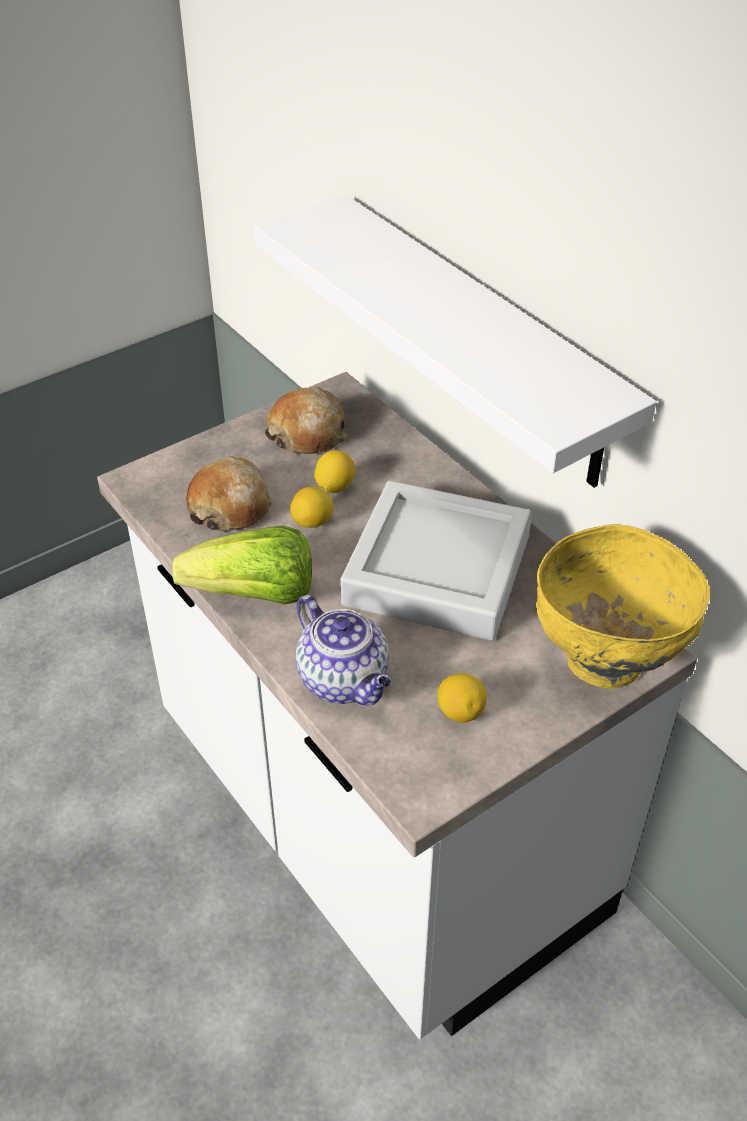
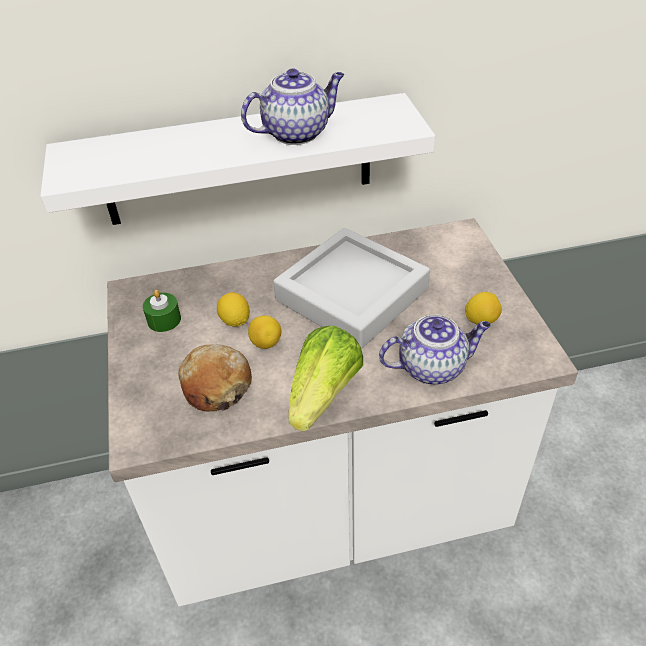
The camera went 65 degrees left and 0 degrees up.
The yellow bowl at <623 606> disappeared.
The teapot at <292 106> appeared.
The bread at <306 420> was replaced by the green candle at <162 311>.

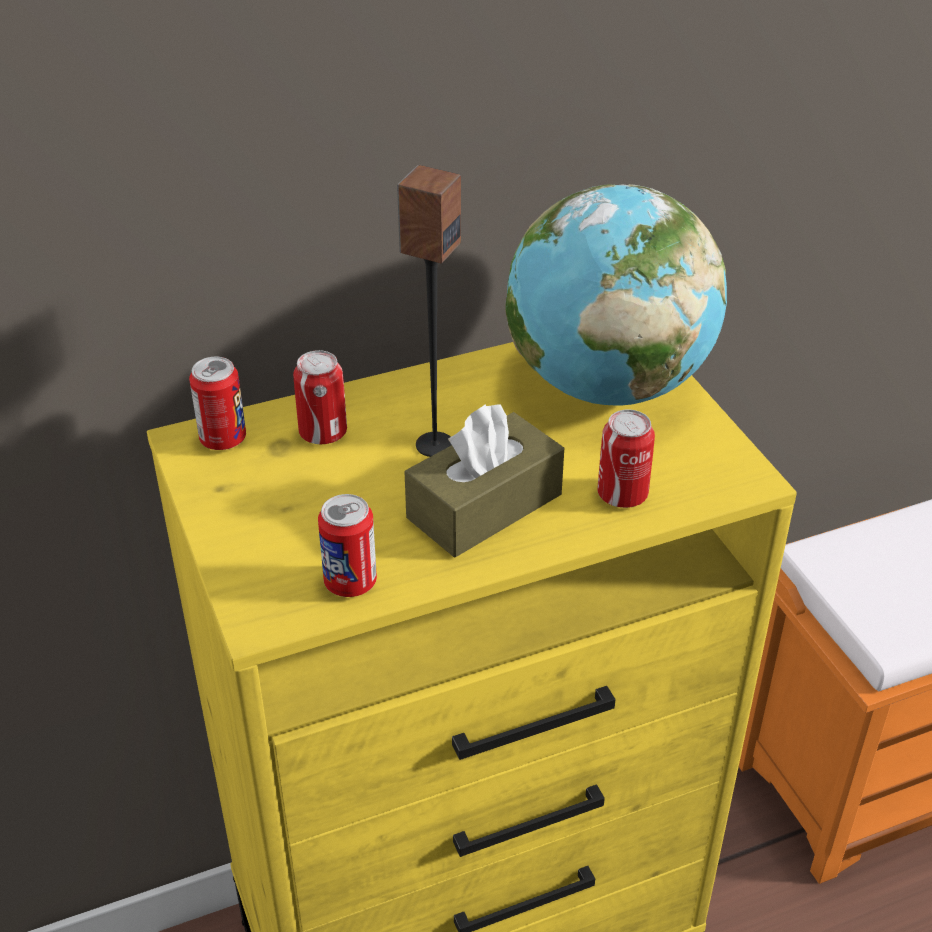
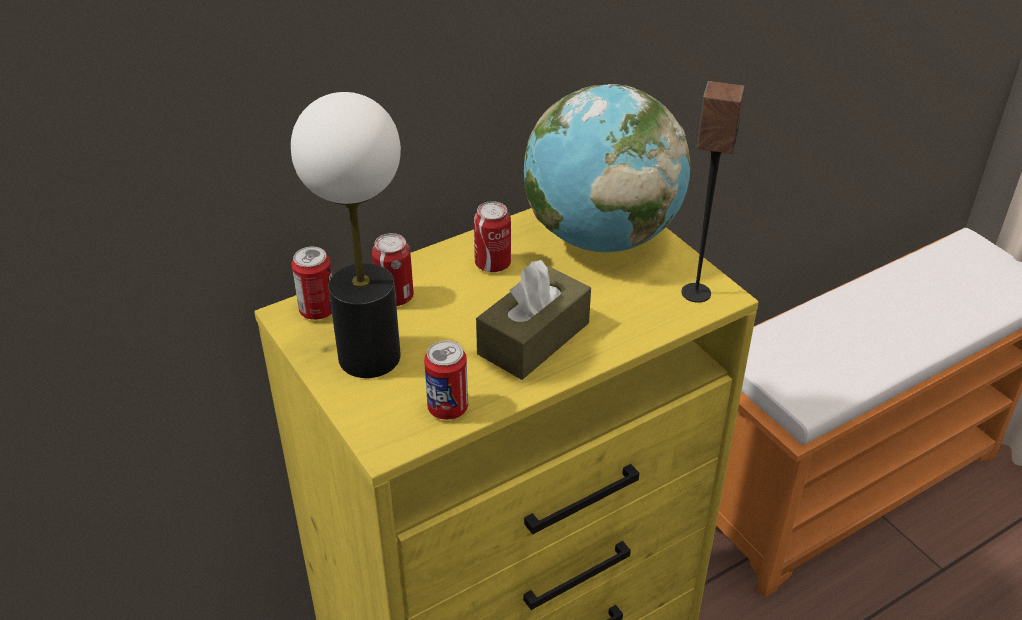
The camera went 10 degrees left and 0 degrees up.
The table lamp at <346 235> appeared.
The speaker moved from <429 311> to <713 192>.
The can moved from <626 458> to <492 236>.

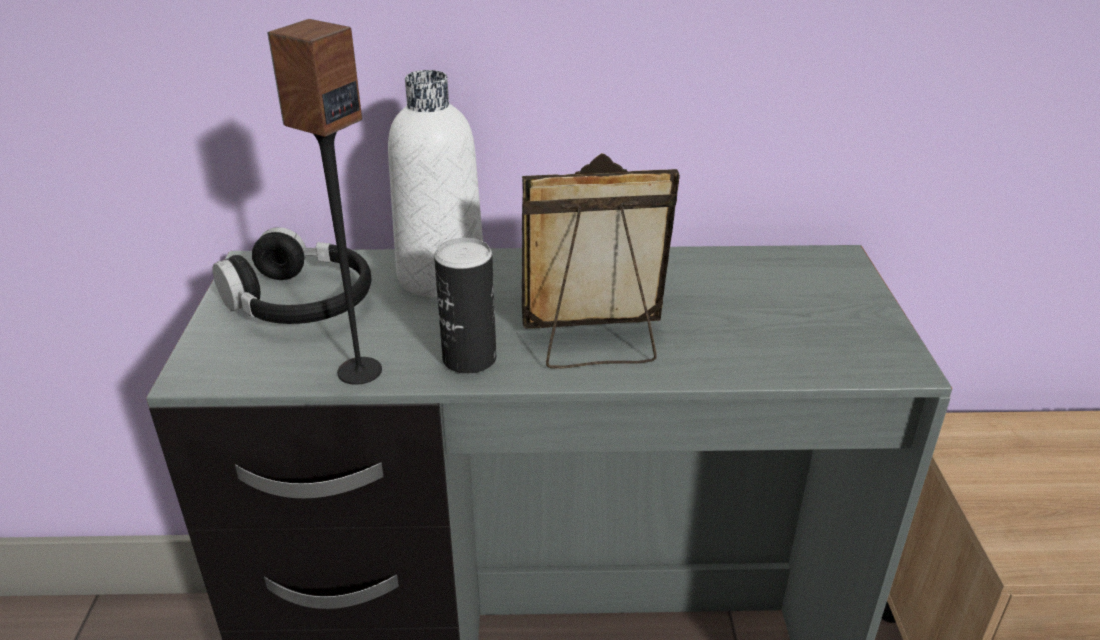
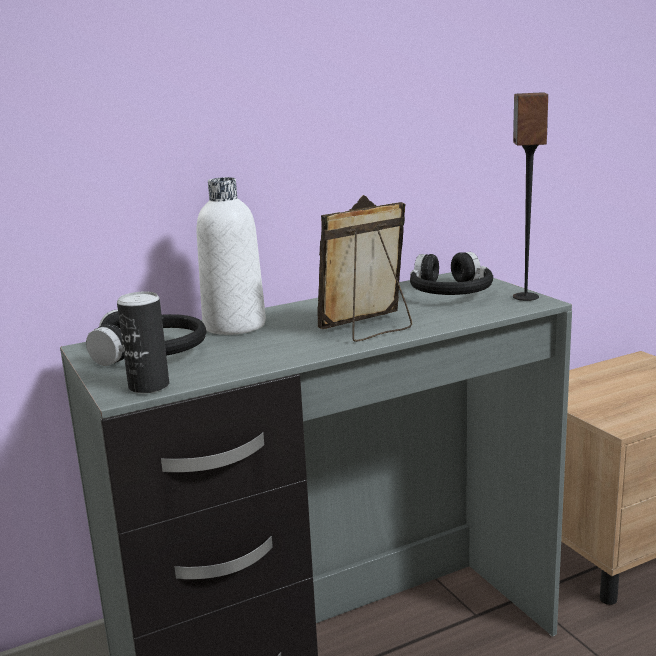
The camera went 25 degrees left and 15 degrees down.
The black headphones at <451 273> appeared.
The speaker moved from <324 202> to <530 196>.
The can moved from <465 306> to <143 342>.

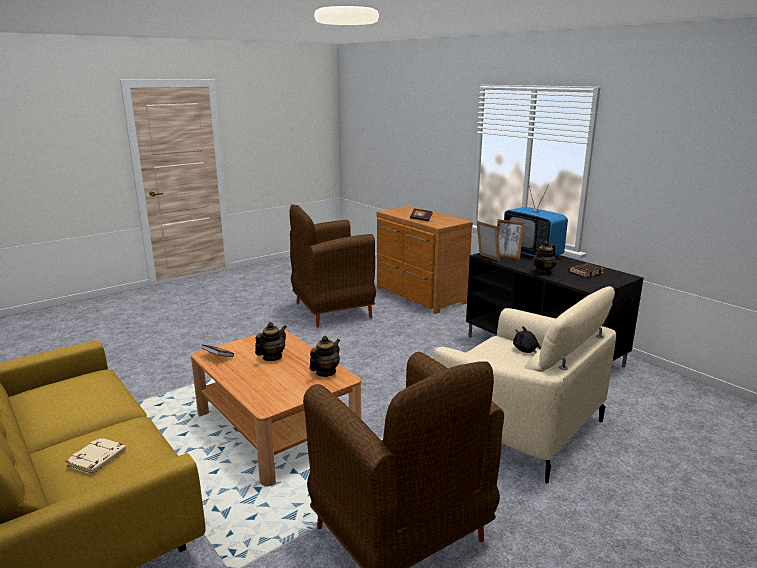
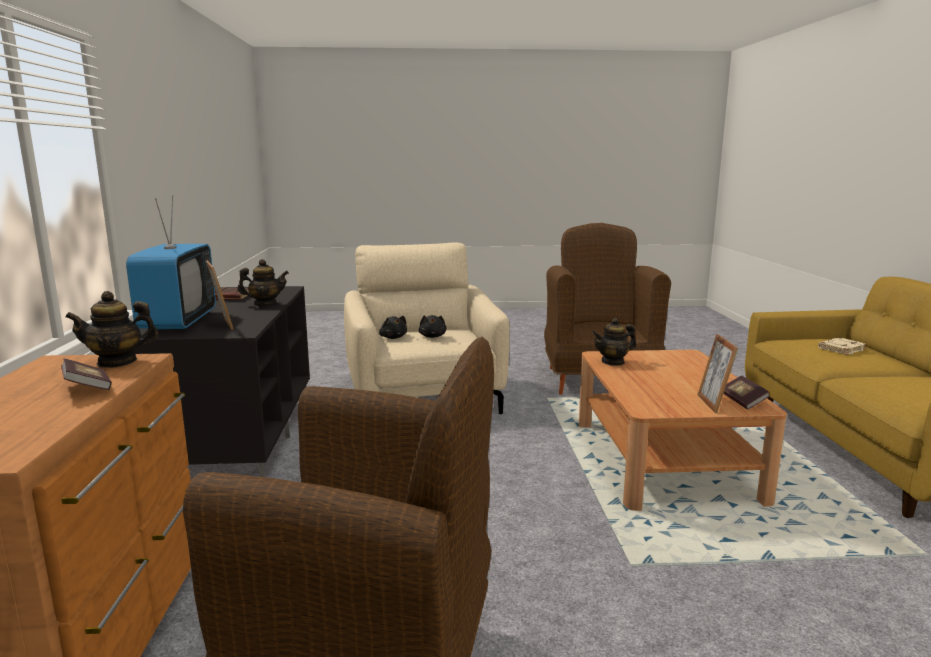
The camera went 145 degrees left and 5 degrees down.
The black plush toy at <433 326> appeared.
The teapot moved from <270 341> to <111 329>.
The picture frame moved from <488 241> to <717 373>.

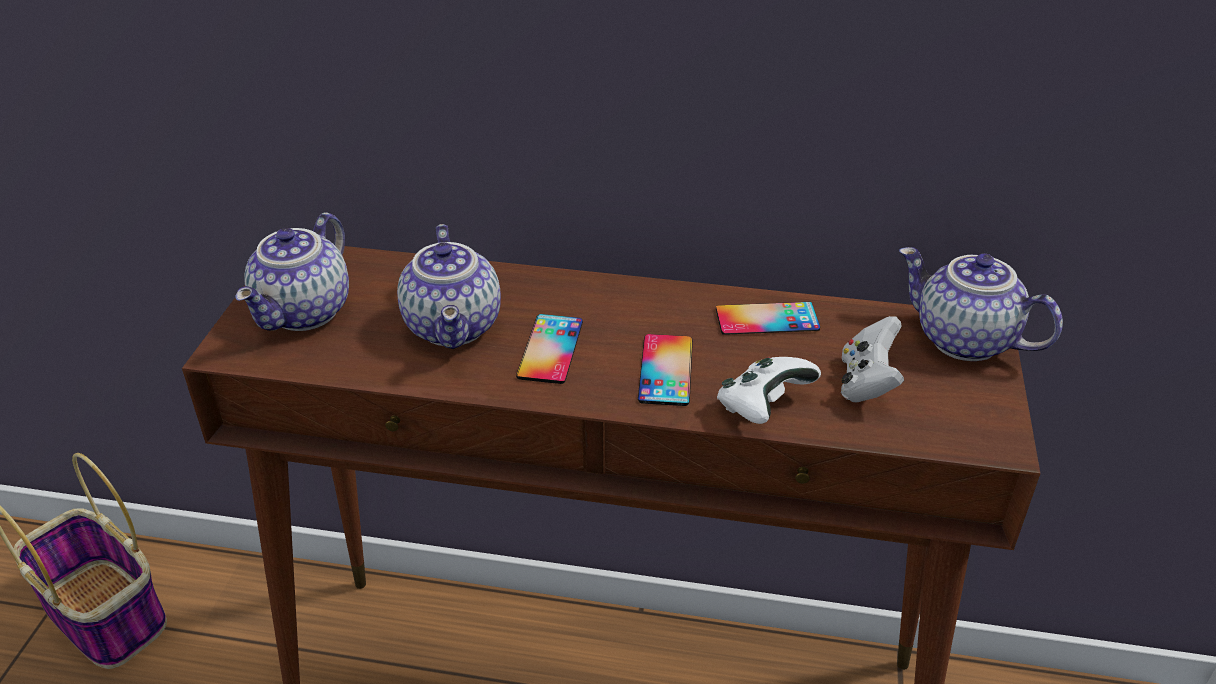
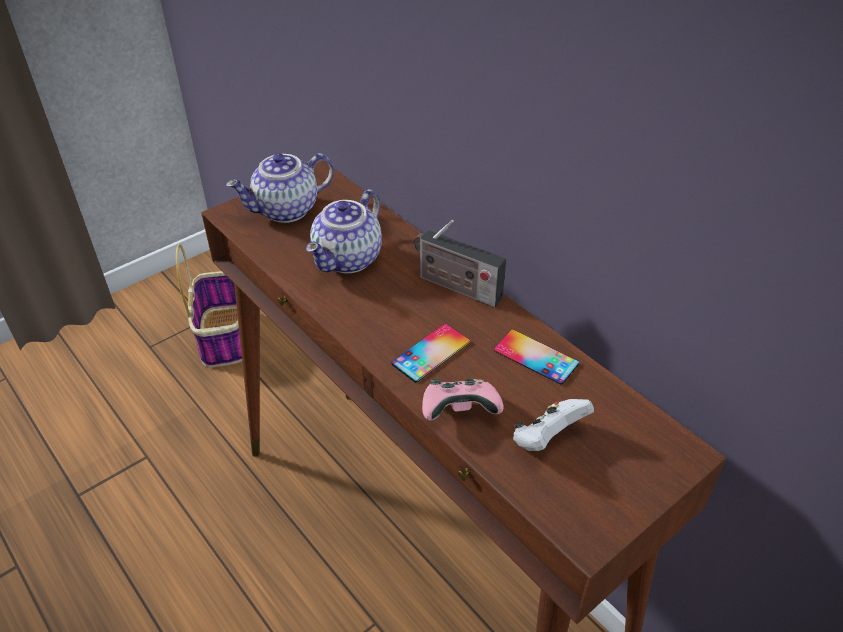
The camera went 40 degrees right and 5 degrees up.
The phone at <549 349> disappeared.
The teapot at <981 304> disappeared.
The radio at <460 263> appeared.
The white game controller at <769 390> became the pink game controller at <463 399>.

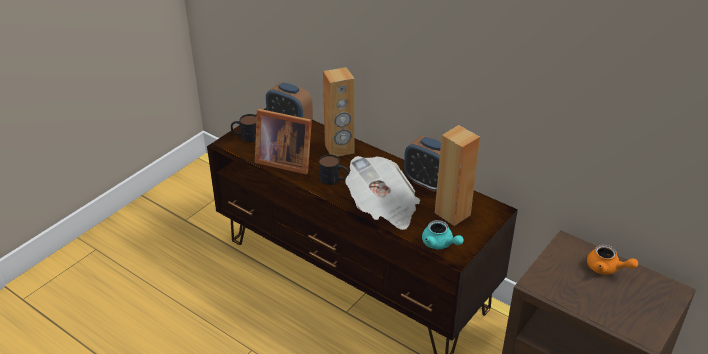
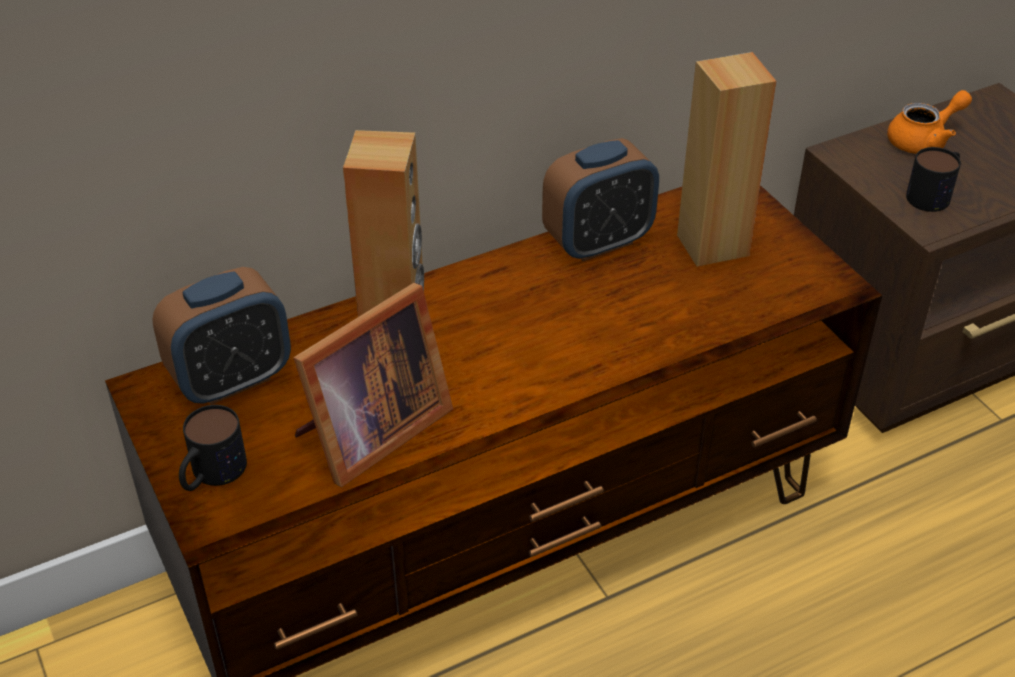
The camera went 65 degrees left and 5 degrees up.
The newspaper at <382 193> disappeared.
The turquoise teapot at <443 234> disappeared.
The mug moved from <334 170> to <933 179>.

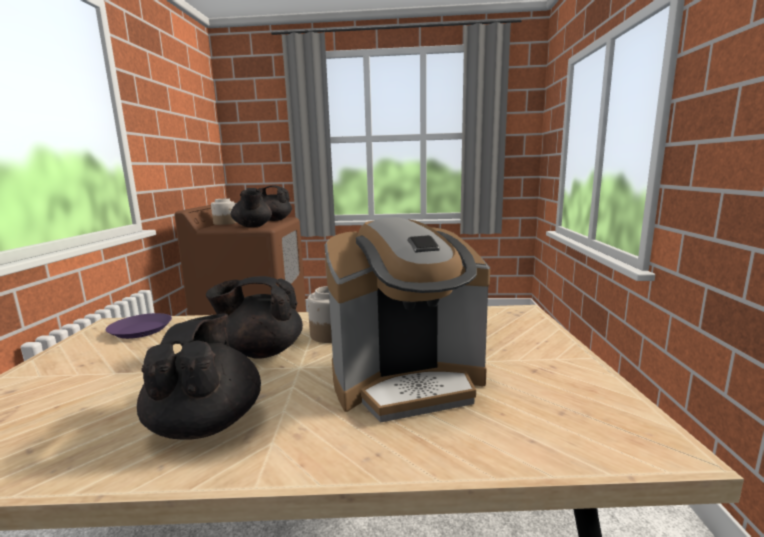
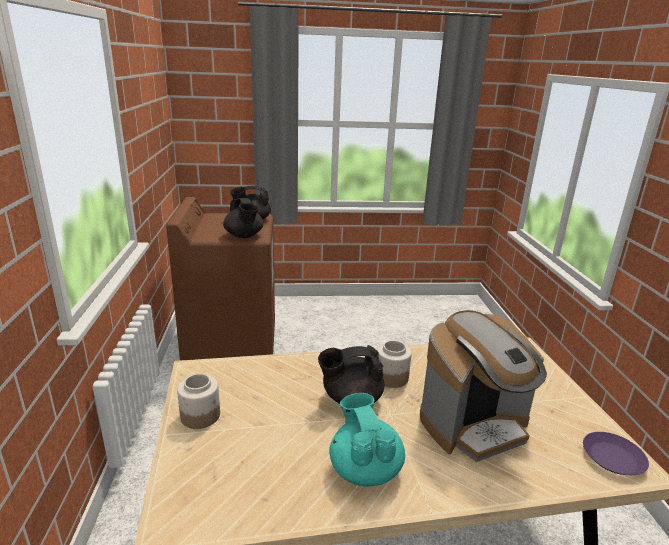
The camera went 10 degrees left and 10 degrees up.
The purple plate moved from <139 326> to <616 453>.
The jar moved from <224 212> to <198 401>.
The black teapot at <199 376> became the turquoise teapot at <367 440>.

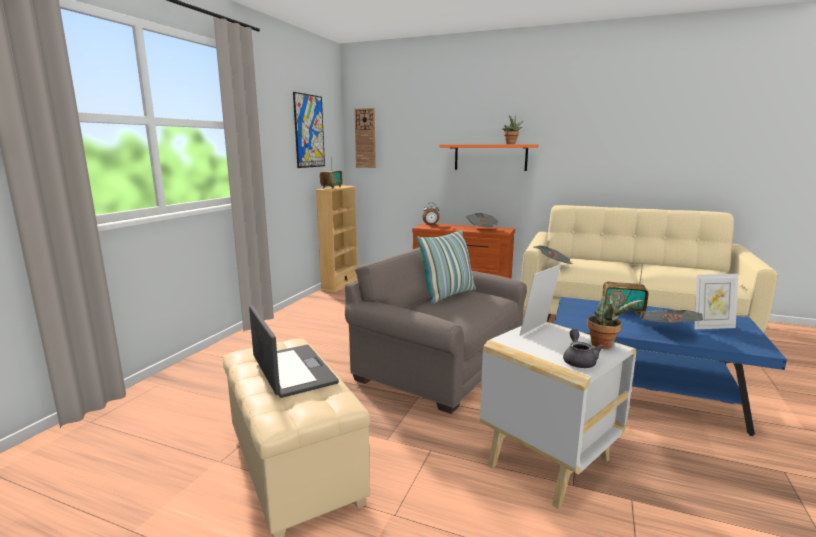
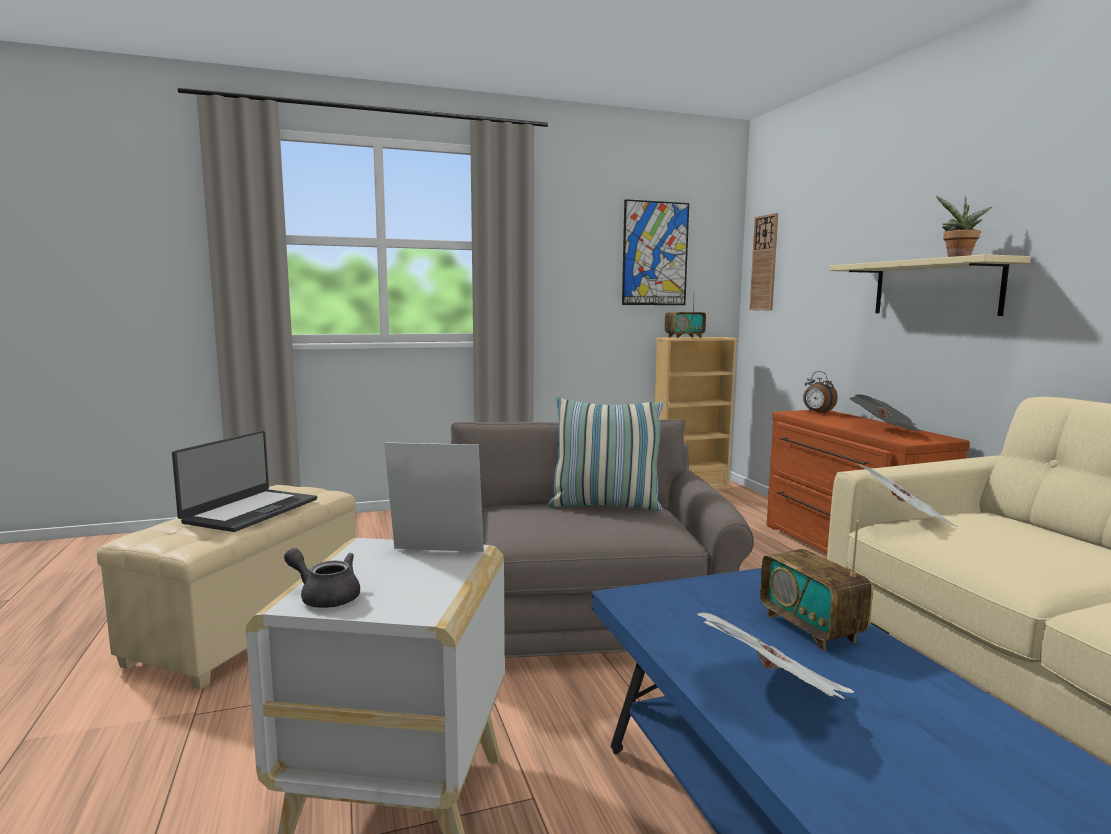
The camera went 50 degrees right and 5 degrees down.
The potted plant at <615 320> disappeared.
The picture frame at <716 301> disappeared.
The orange shelf at <488 157> became the beige shelf at <930 285>.
The grey teapot at <583 348> turned 120 degrees counterclockwise.

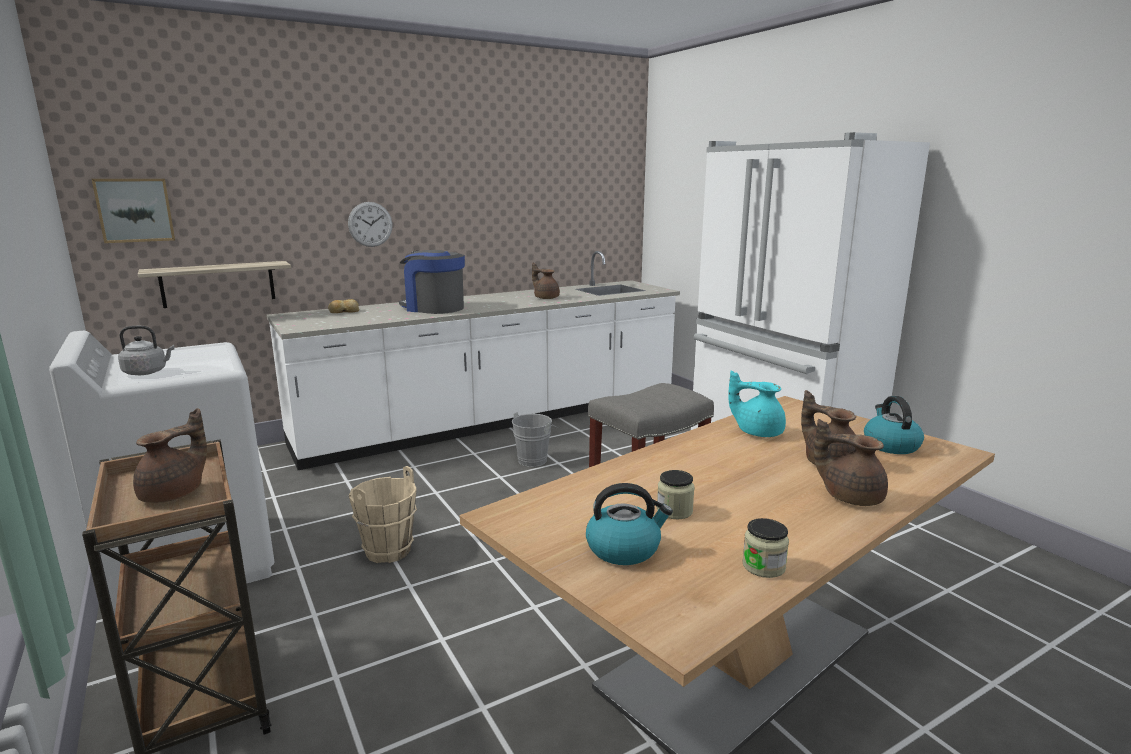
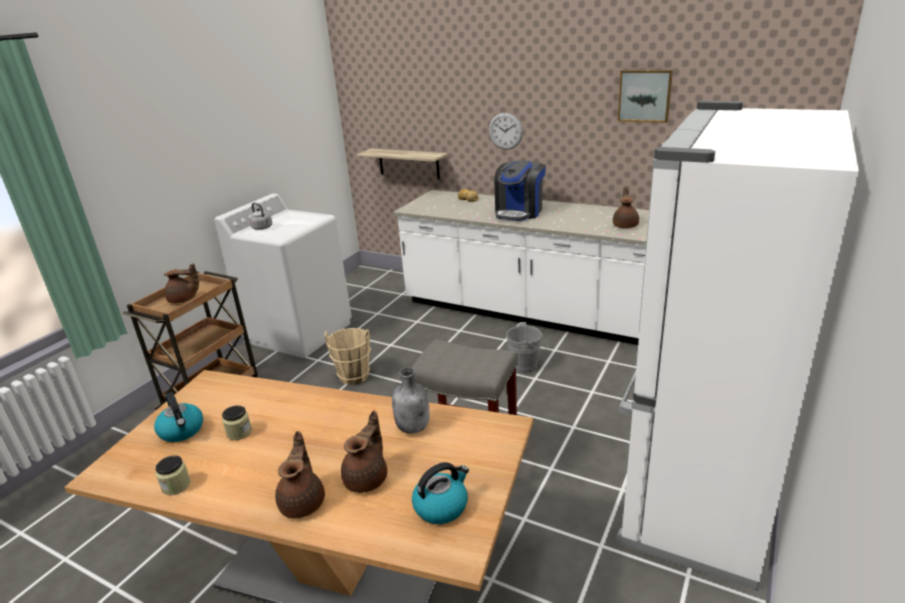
The camera went 60 degrees right and 10 degrees up.
The picture moved from <133 211> to <645 96>.
The turquoise teapot at <757 404> was replaced by the grey bottle at <410 400>.
The coffee machine at <432 282> turned 150 degrees counterclockwise.

